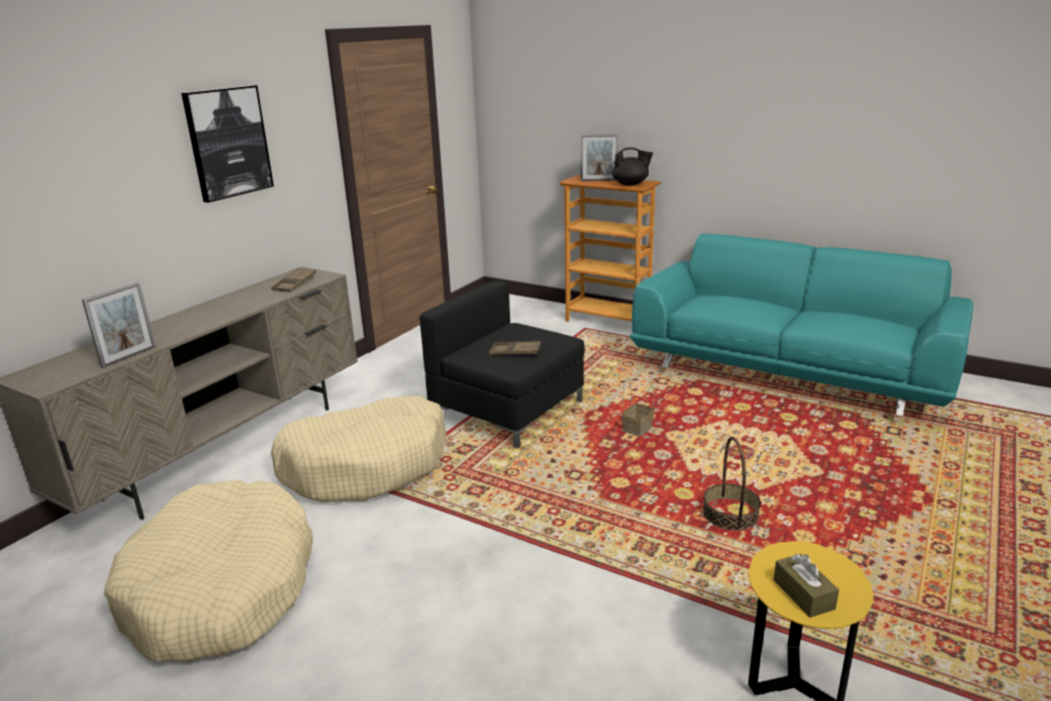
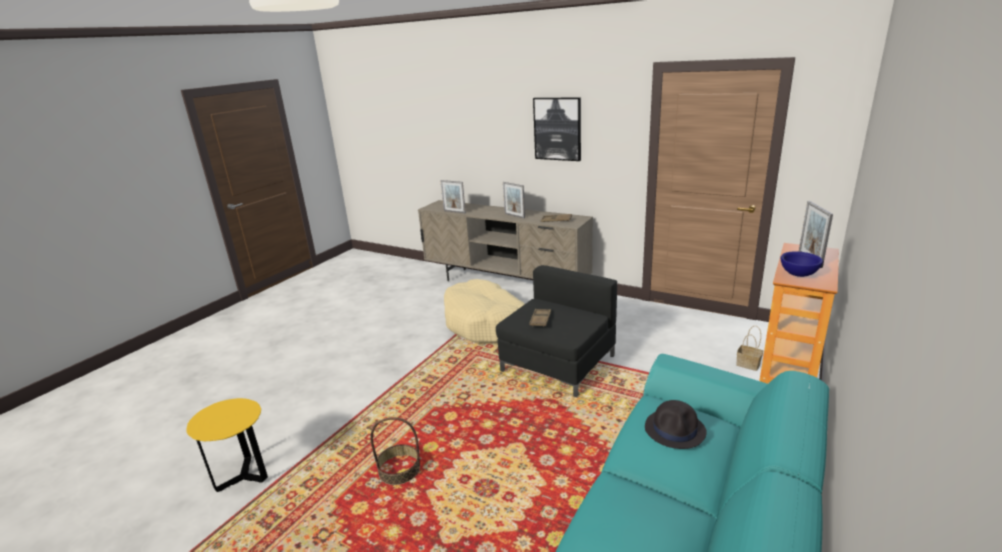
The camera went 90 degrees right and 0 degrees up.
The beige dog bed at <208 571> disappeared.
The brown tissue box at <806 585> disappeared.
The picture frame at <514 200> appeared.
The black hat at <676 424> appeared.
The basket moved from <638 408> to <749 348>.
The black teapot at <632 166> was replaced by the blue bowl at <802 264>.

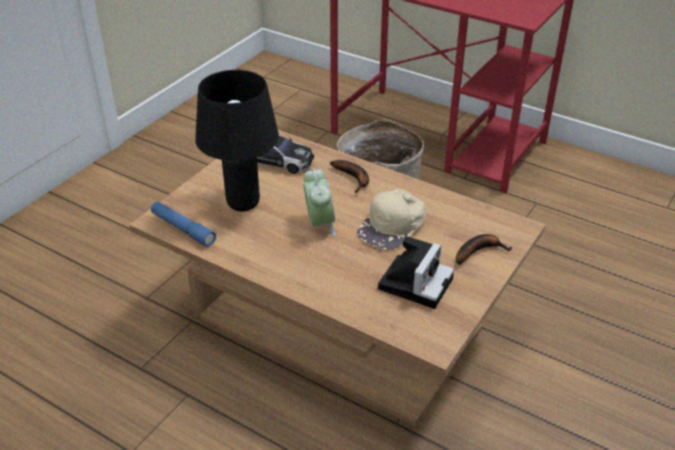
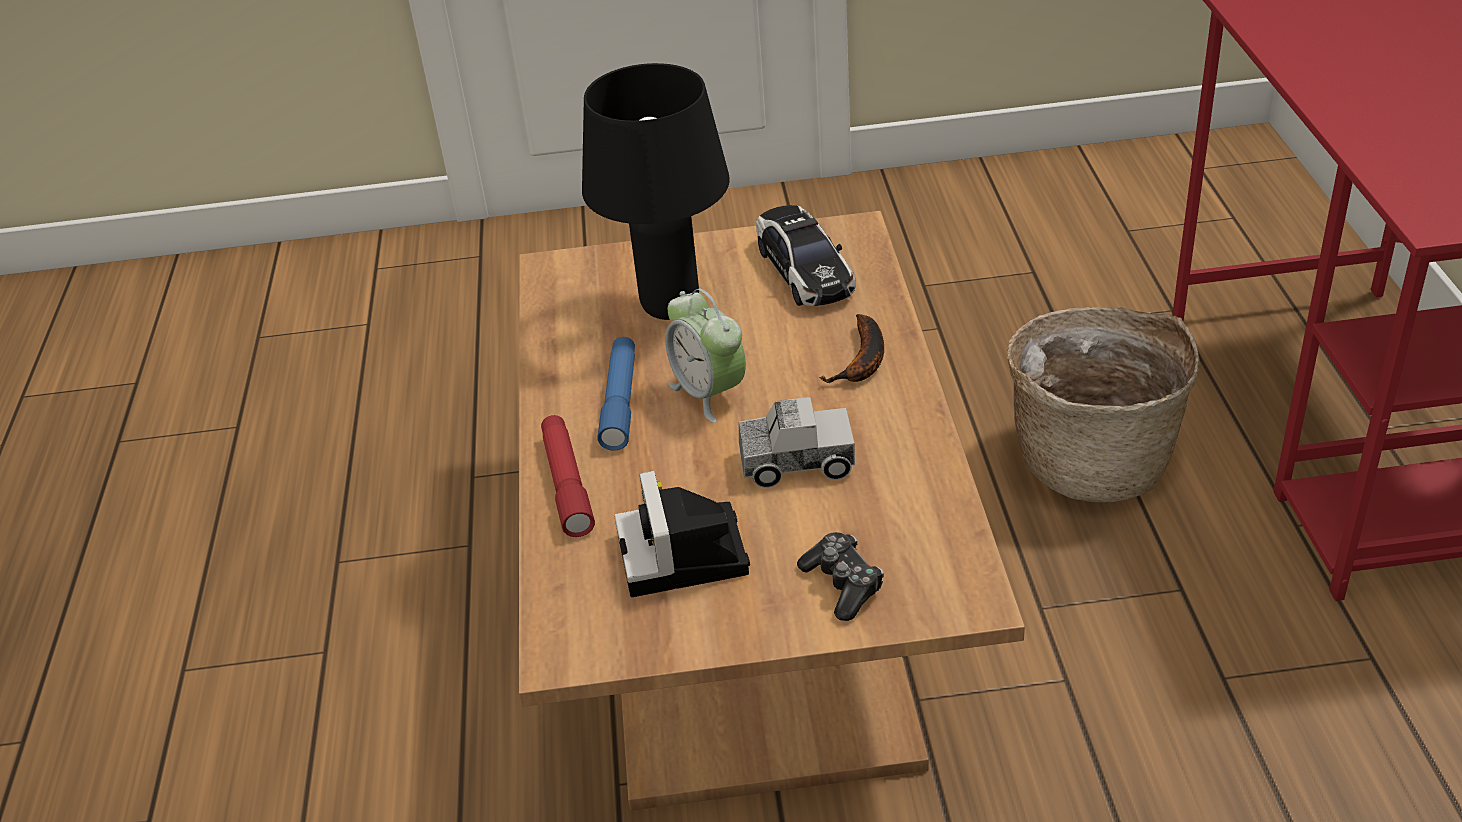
The camera went 55 degrees right and 0 degrees up.
The red flashlight at <568 476> appeared.
The blue flashlight moved from <183 224> to <616 394>.
The beige cap at <391 219> was replaced by the toy truck at <797 442>.
The banana at <484 249> was replaced by the game controller at <840 576>.
The alarm clock at <320 202> turned 105 degrees clockwise.
The photo camera at <416 272> turned 90 degrees clockwise.

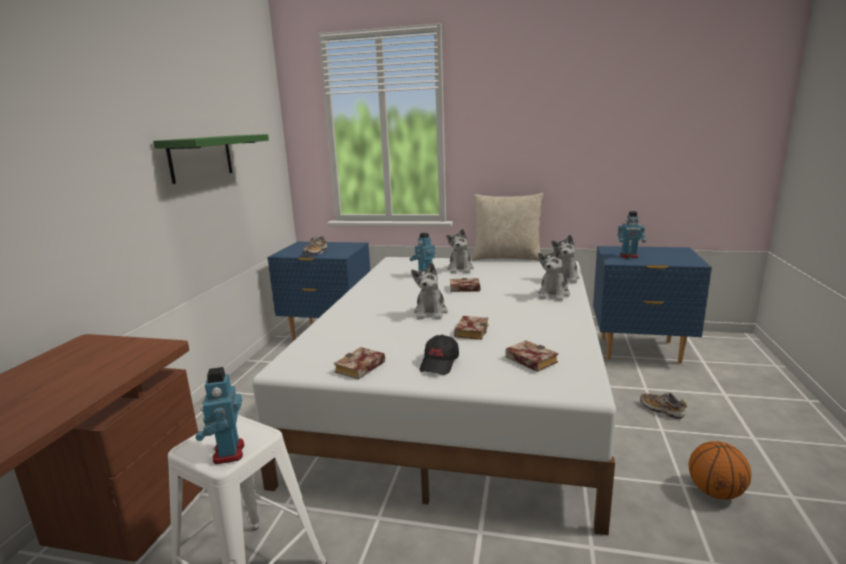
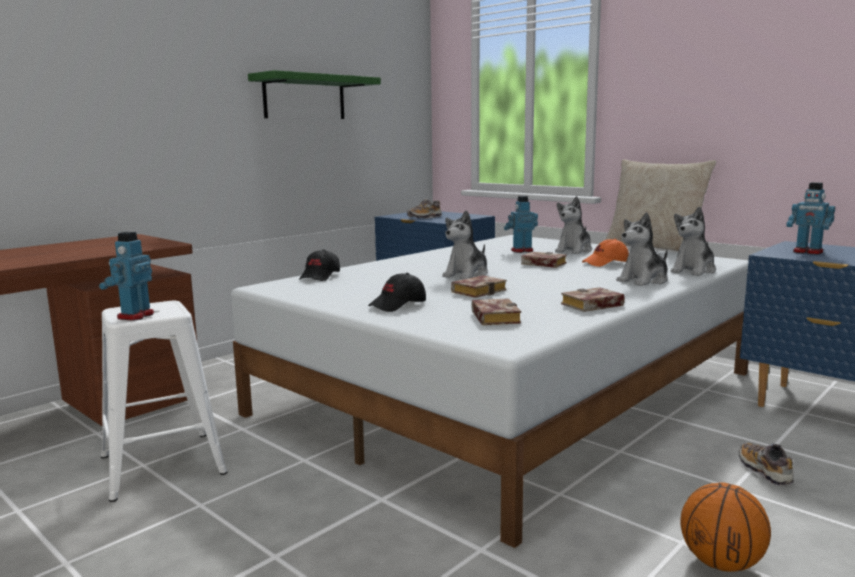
The camera went 30 degrees right and 5 degrees down.
The black cap at <319 265> appeared.
The orange cap at <605 253> appeared.
The book moved from <359 363> to <593 299>.

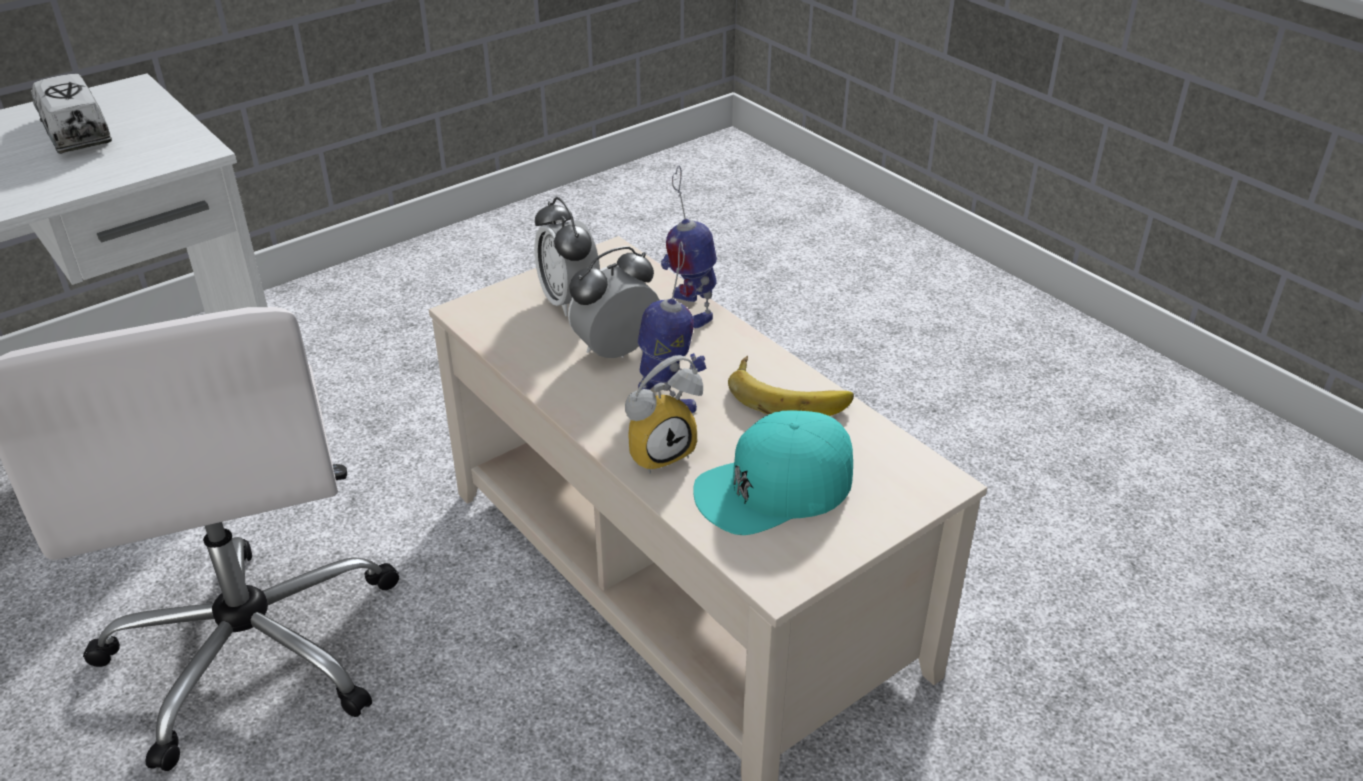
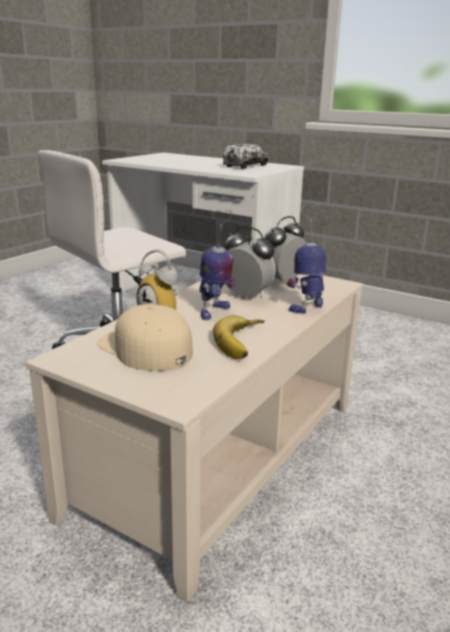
The camera went 70 degrees right and 15 degrees down.
The turquoise cap at <773 472> became the beige cap at <144 337>.

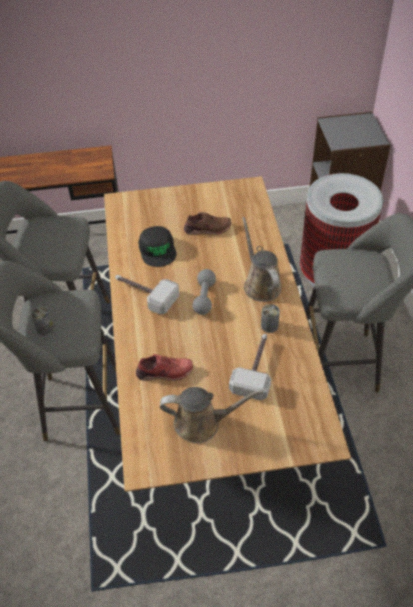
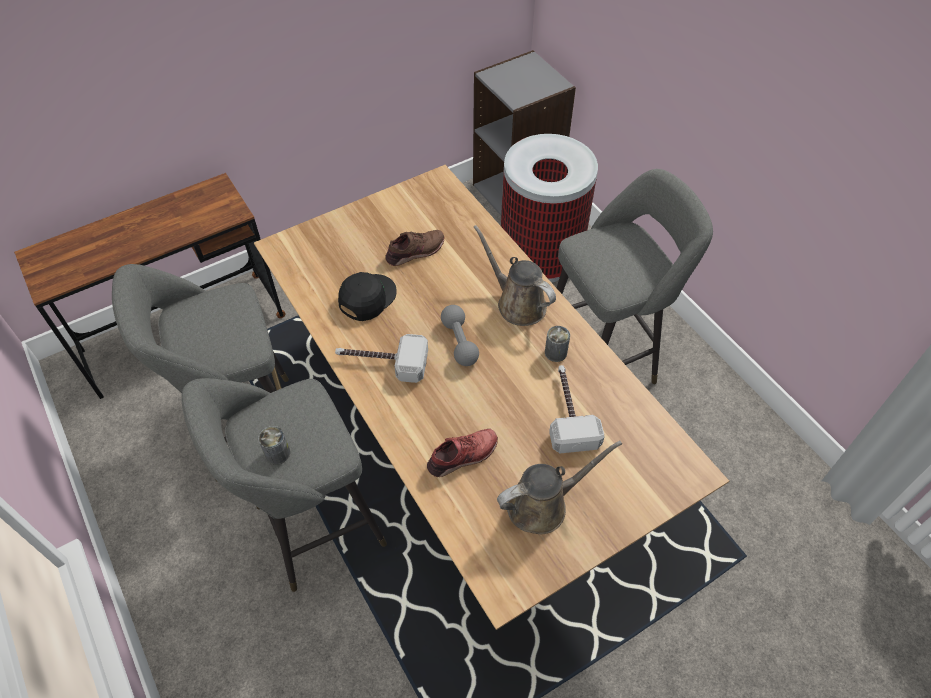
The camera went 25 degrees left and 5 degrees up.
The black cap at <157 246> turned 105 degrees counterclockwise.

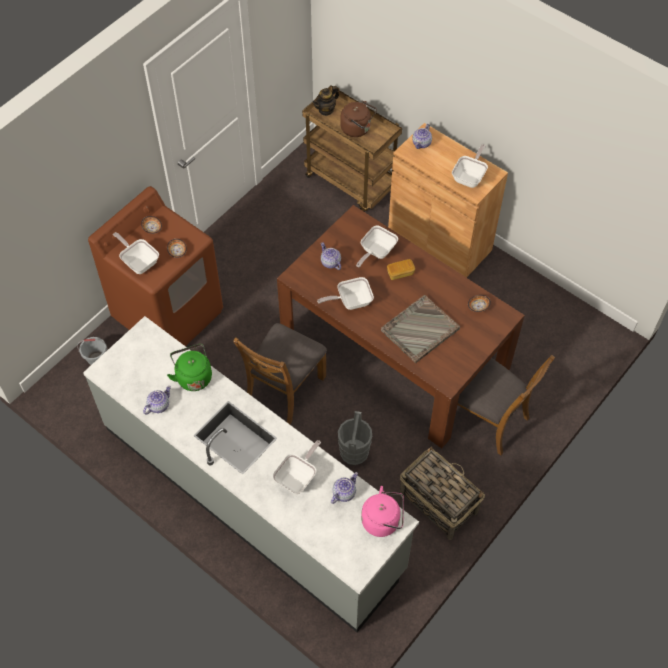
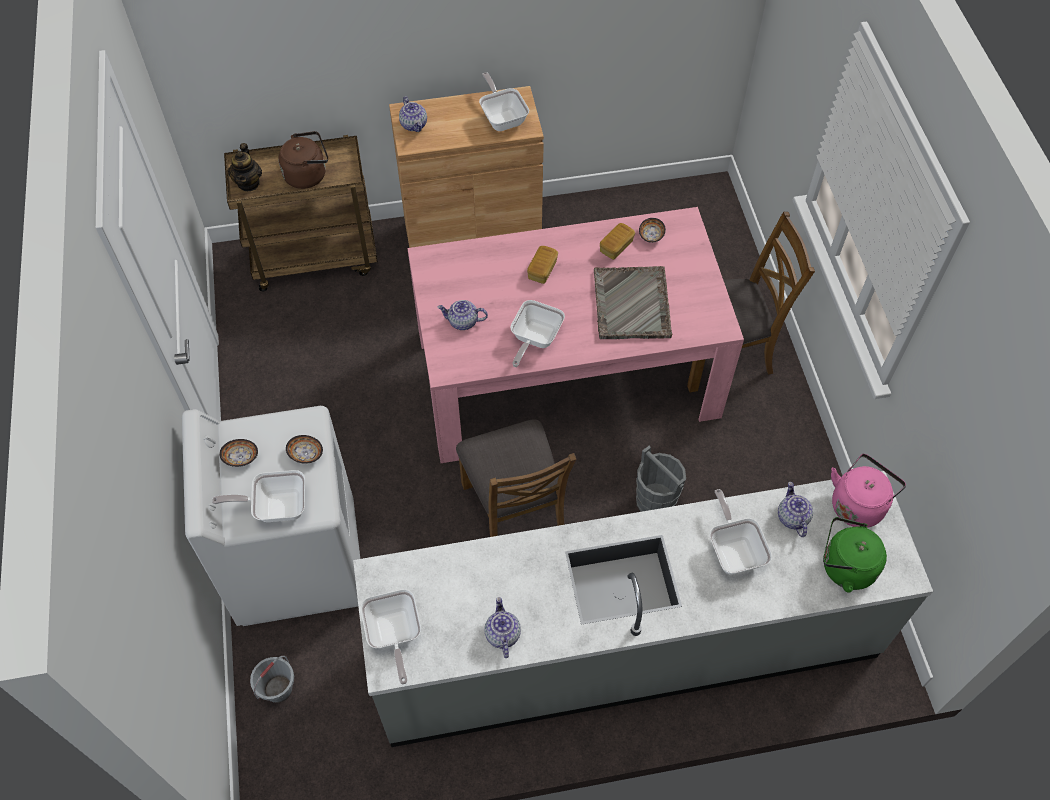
The camera went 50 degrees left and 0 degrees up.
The basket at <442 493> disappeared.
The bread at <617 241> appeared.
The green kettle moved from <189 367> to <855 554>.
The frying pan moved from <377 247> to <391 637>.
The brown washing machine at <155 266> became the white washing machine at <271 516>.
The brown dining table at <401 326> became the pink dining table at <575 335>.

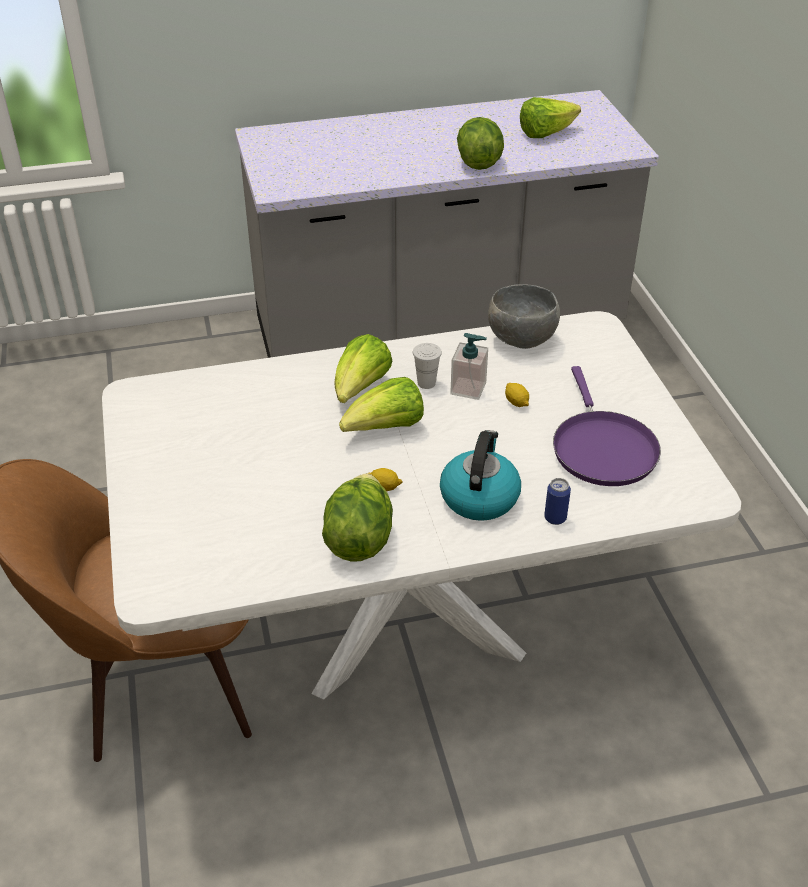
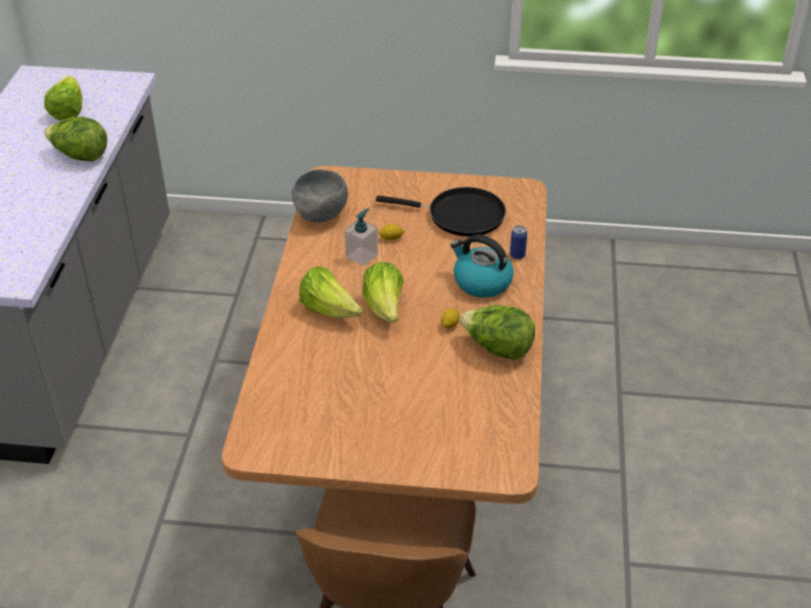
The camera went 70 degrees left and 0 degrees up.
The white cup at <427 366> disappeared.
The white dining table at <421 505> became the brown dining table at <384 335>.
The purple frying pan at <607 426> became the black frying pan at <441 211>.

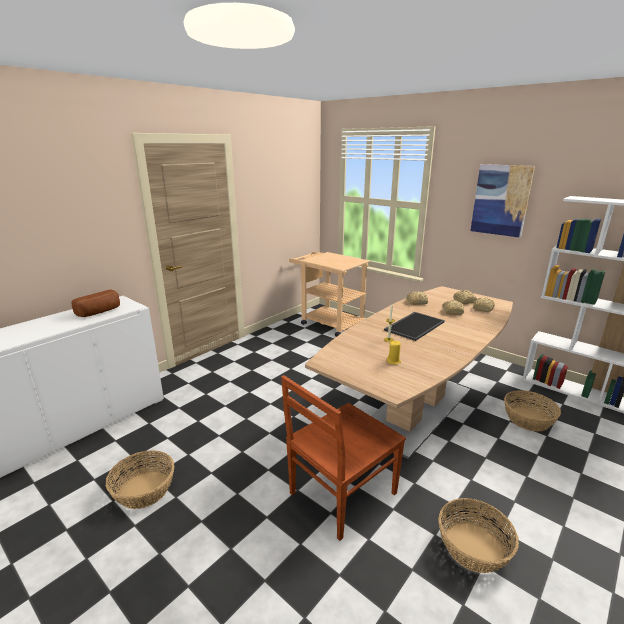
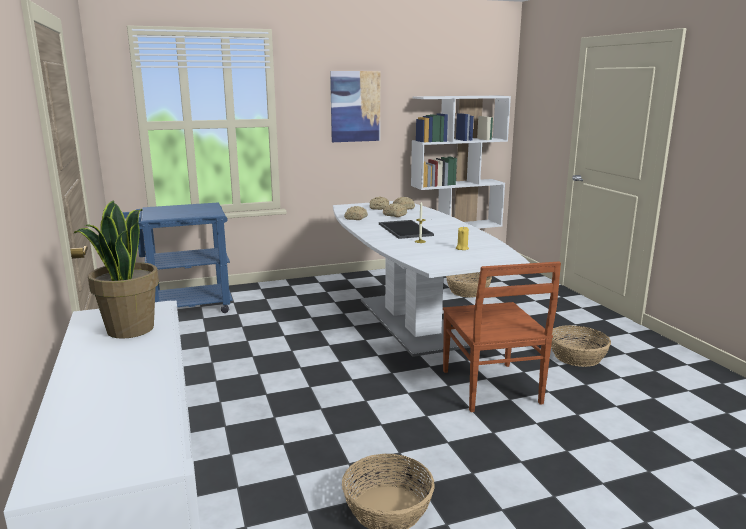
The camera went 60 degrees left and 5 degrees down.
The bread at <96 303> was replaced by the potted plant at <116 269>.
The beige cart at <329 294> became the blue cart at <177 258>.
The brown dining table at <409 372> became the white dining table at <431 279>.

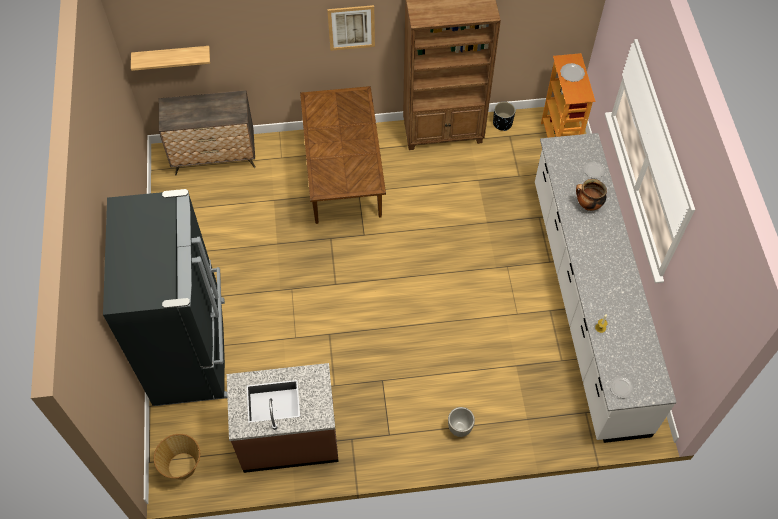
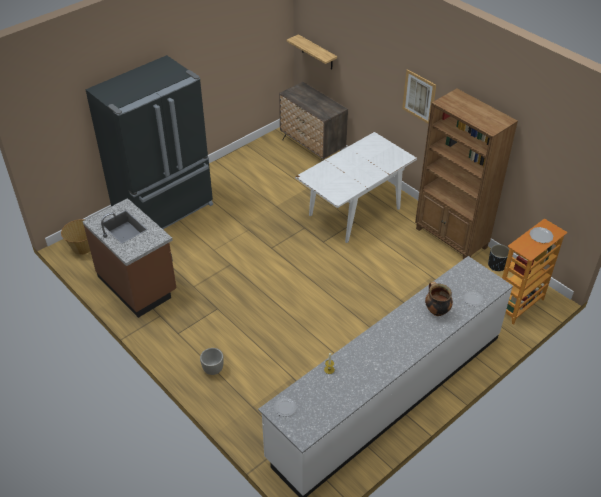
The camera went 55 degrees right and 15 degrees down.
The brown dining table at <343 155> became the white dining table at <356 187>.

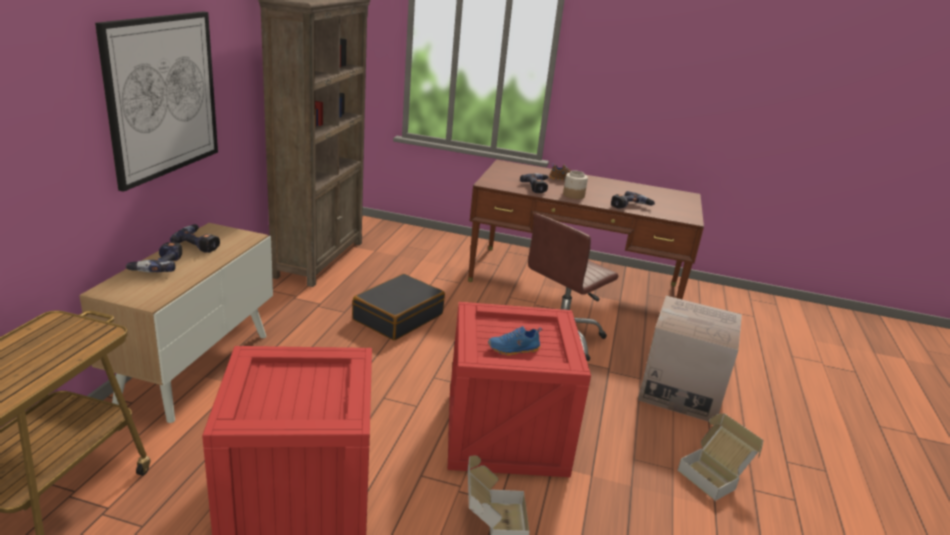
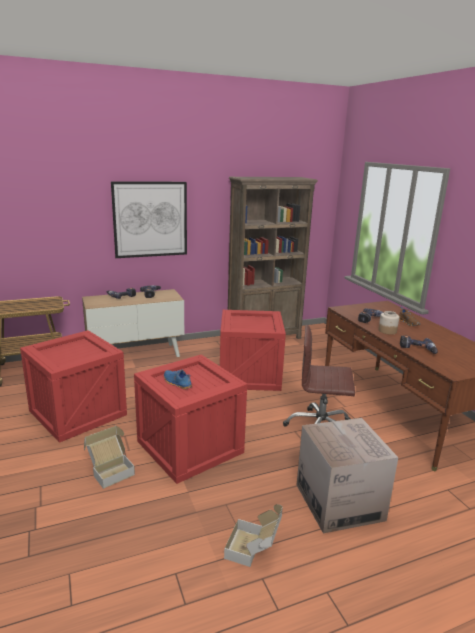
The camera went 55 degrees right and 5 degrees down.
The black suitcase at <398 307> was replaced by the crate at <253 350>.

